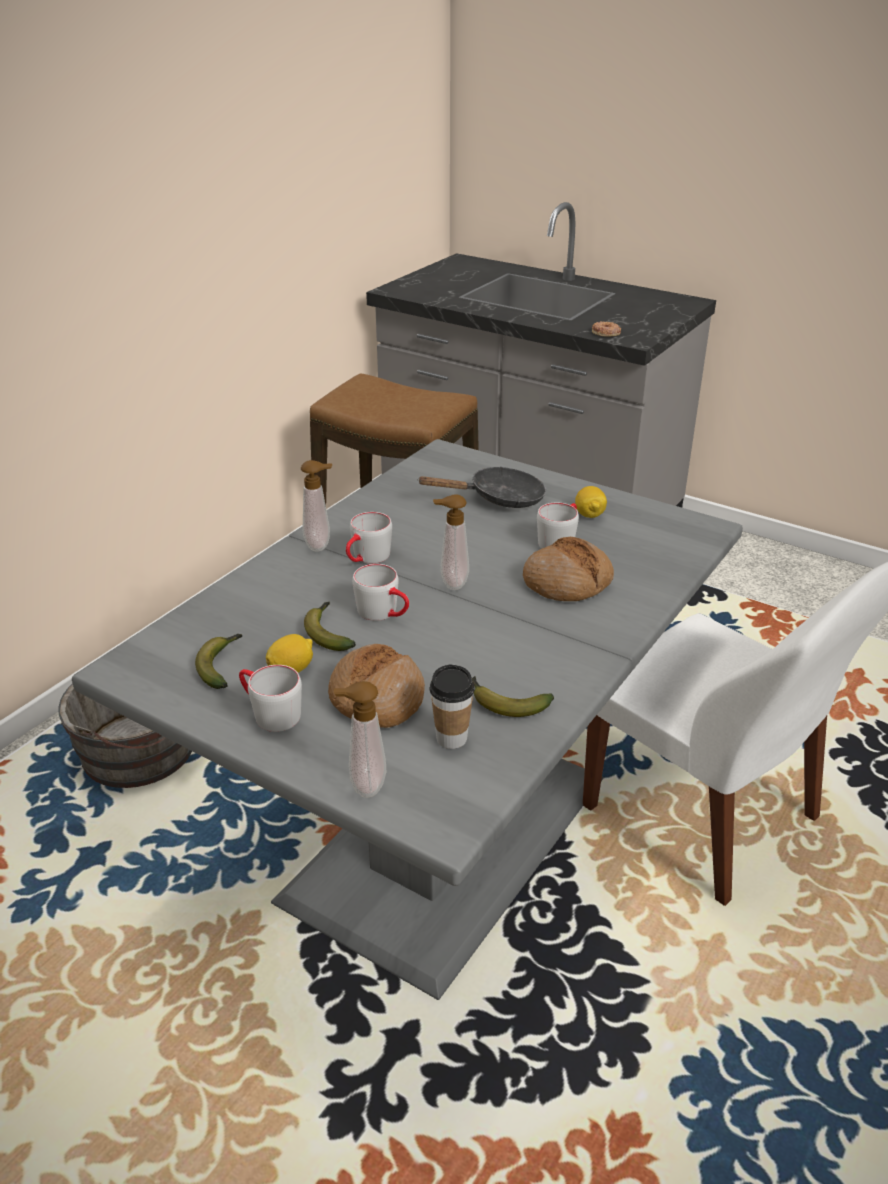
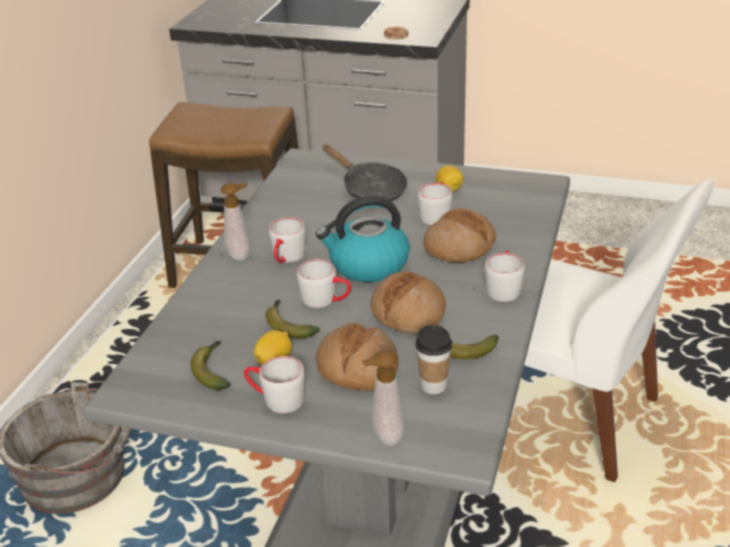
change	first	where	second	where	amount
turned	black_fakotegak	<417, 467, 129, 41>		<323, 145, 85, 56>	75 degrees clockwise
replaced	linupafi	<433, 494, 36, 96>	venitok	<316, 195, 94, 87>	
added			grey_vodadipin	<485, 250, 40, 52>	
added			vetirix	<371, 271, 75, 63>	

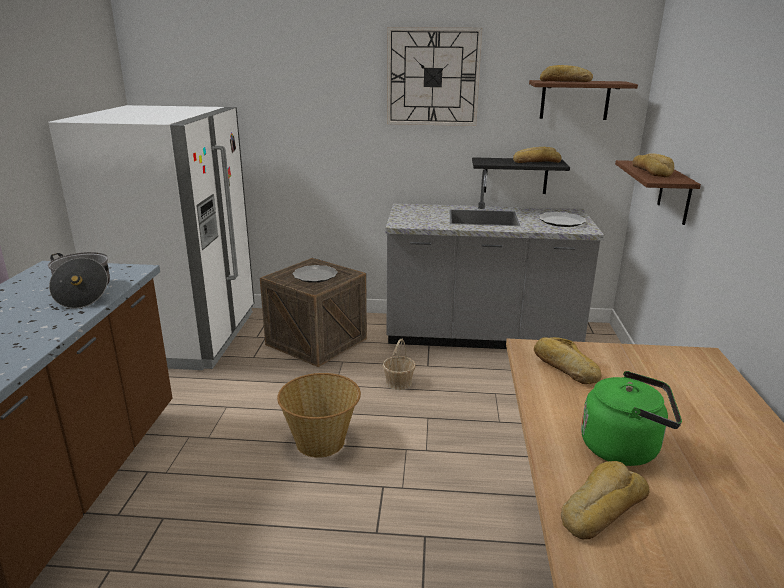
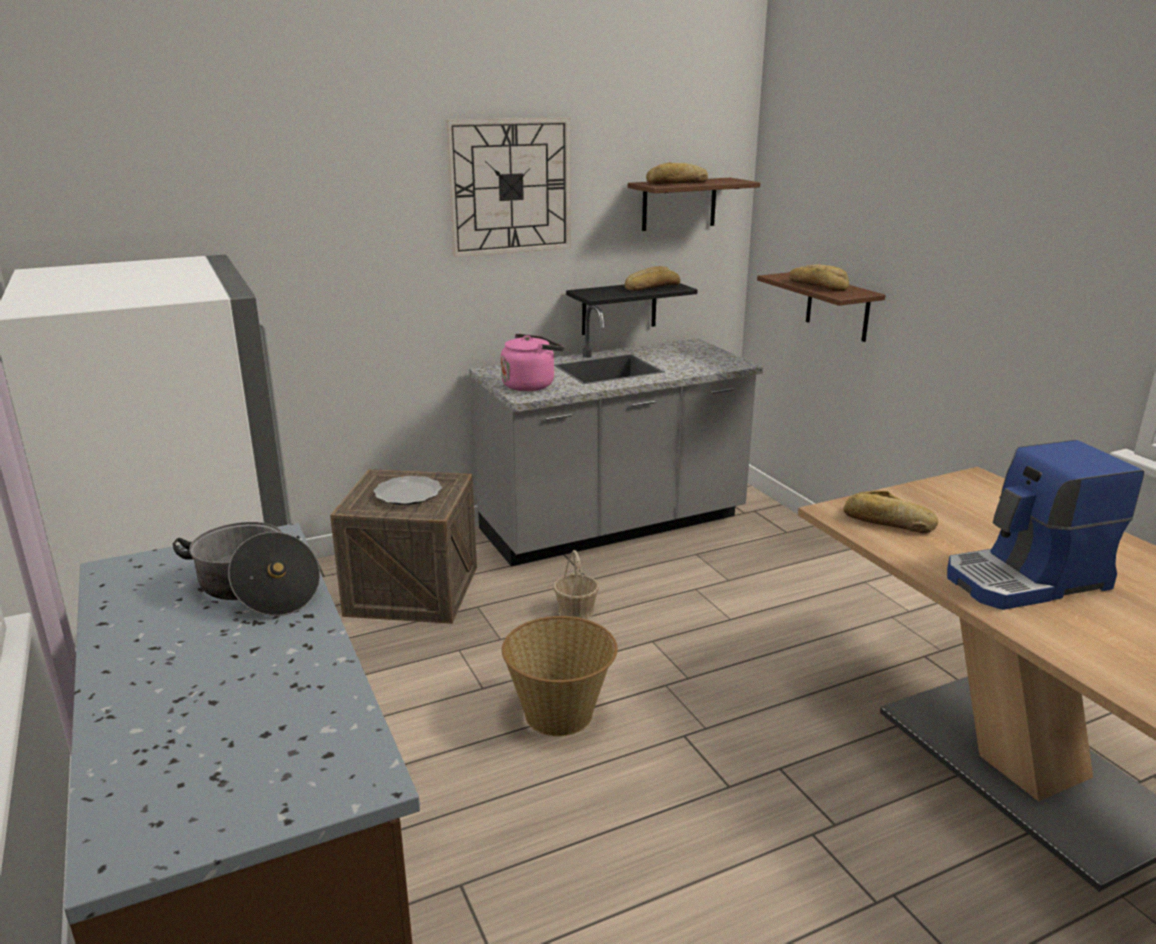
change	first	where	second	where	amount
removed	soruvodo	<539, 212, 47, 15>			
replaced	green_venitok	<581, 371, 101, 95>	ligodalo	<947, 440, 197, 170>	
removed	vetirix	<561, 461, 89, 79>			
added			pink_venitok	<501, 334, 63, 57>	

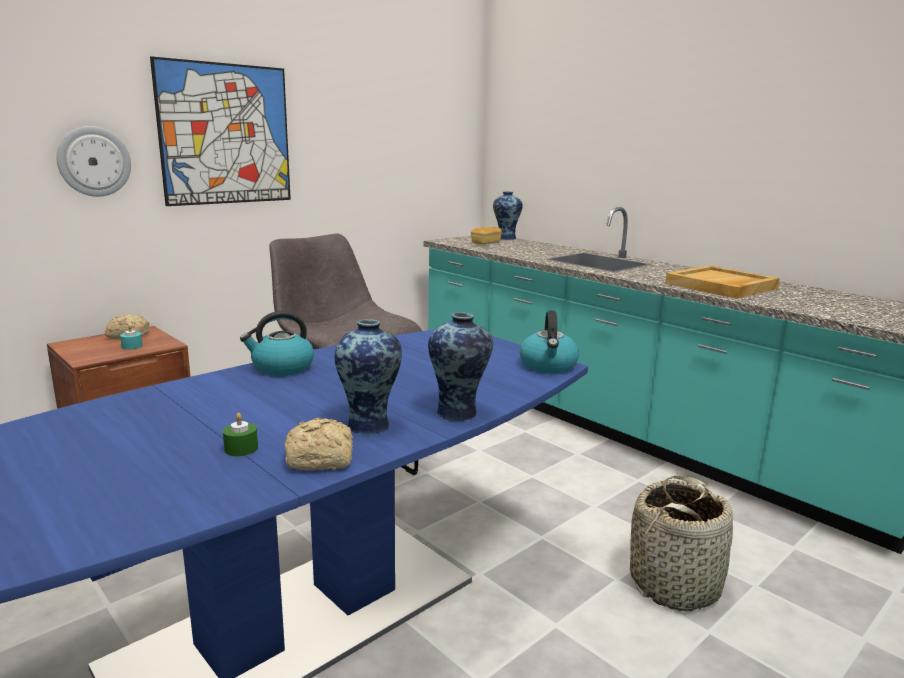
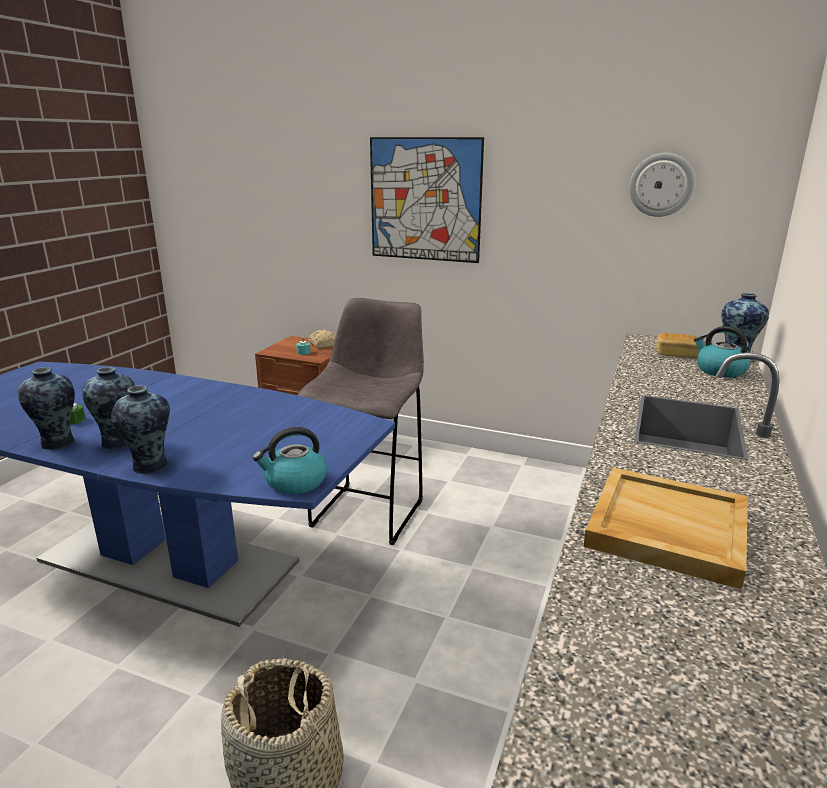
change	first	where	second	where	amount
moved	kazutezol	<57, 126, 74, 71>		<629, 153, 66, 64>	
moved	venitok	<240, 311, 74, 65>		<694, 326, 57, 52>	
replaced	vetirix	<285, 418, 68, 52>	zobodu	<18, 367, 57, 83>	

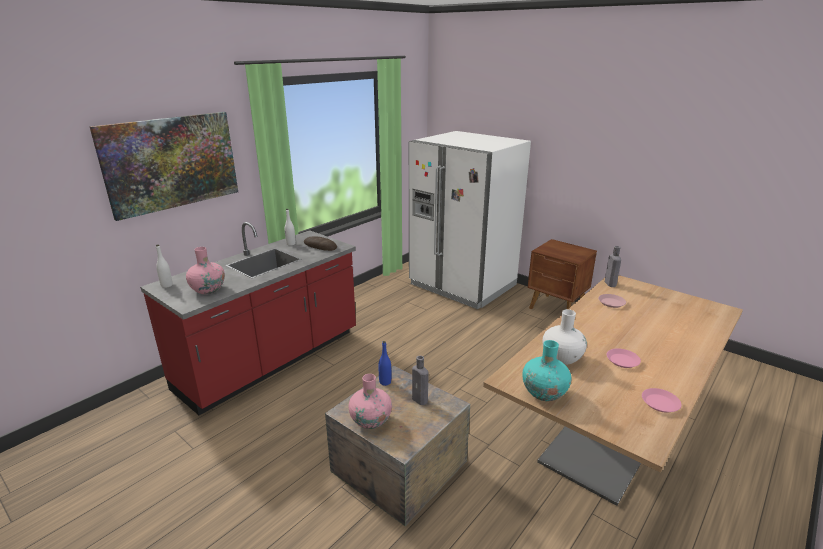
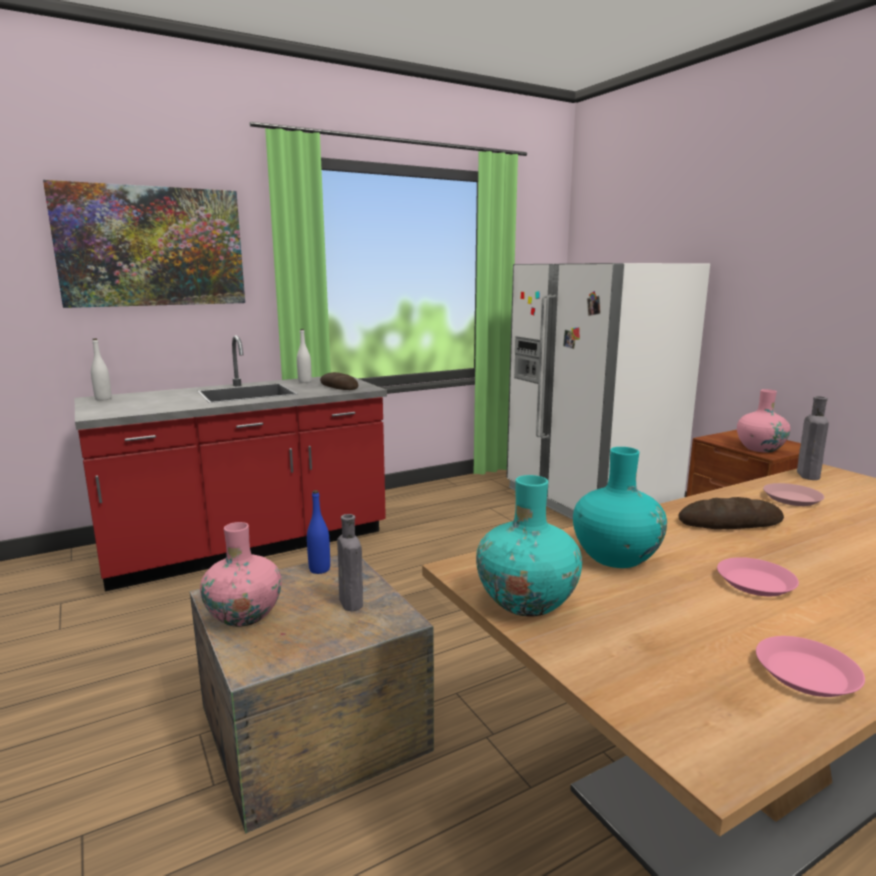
change	first	where	second	where	amount
moved	pink_zobodu	<186, 247, 39, 47>		<737, 389, 54, 63>	
recoloured	white_zobodu	<542, 309, 45, 56>	turquoise_zobodu	<573, 447, 94, 121>	
added			vetirix	<679, 497, 105, 32>	

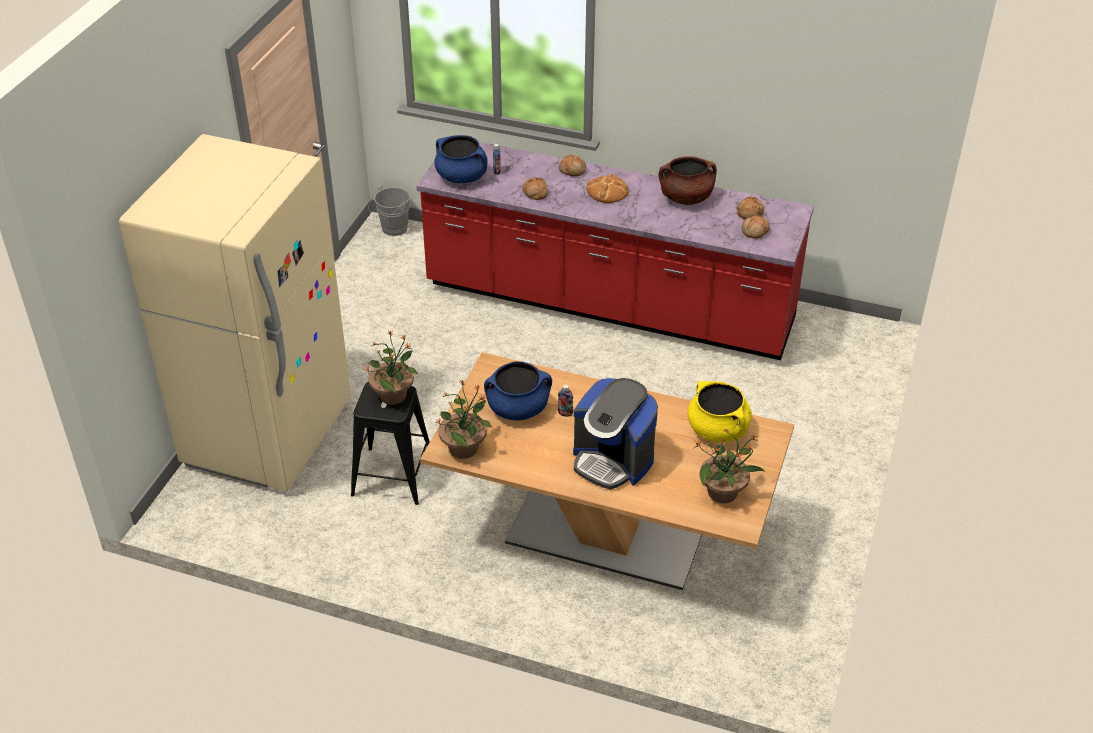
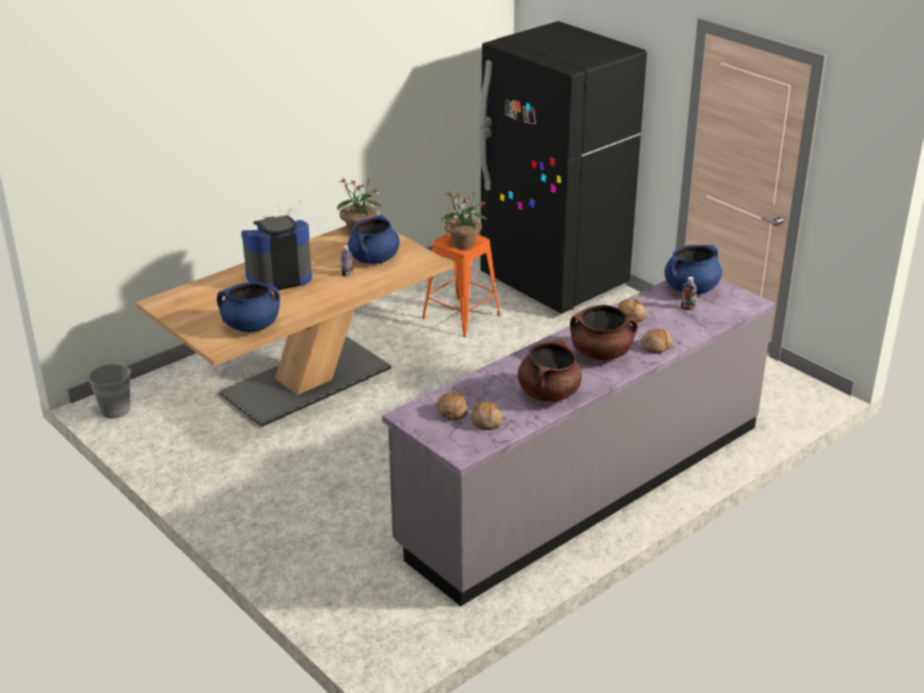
change	first	where	second	where	amount
recoloured	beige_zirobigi	<119, 134, 232, 358>	black_zirobigi	<480, 21, 167, 293>	
recoloured	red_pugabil	<416, 142, 398, 218>	grey_pugabil	<382, 279, 393, 327>	
replaced	vetirix	<586, 174, 43, 29>	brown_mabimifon	<570, 305, 68, 56>	
moved	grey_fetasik	<369, 186, 41, 50>		<86, 363, 46, 56>	
recoloured	yellow_mabimifon	<687, 381, 65, 62>	blue_mabimifon	<217, 282, 63, 50>	
recoloured	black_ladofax	<351, 382, 79, 123>	orange_ladofax	<422, 233, 79, 104>	
removed	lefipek	<694, 428, 71, 75>			

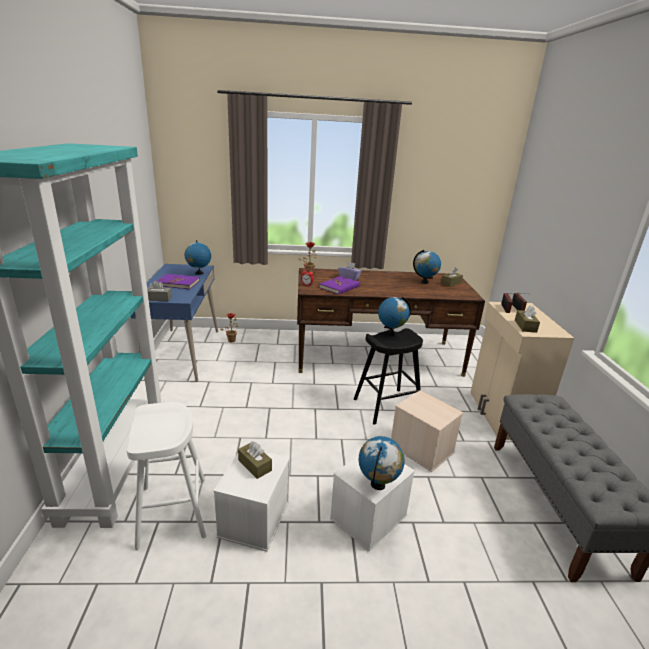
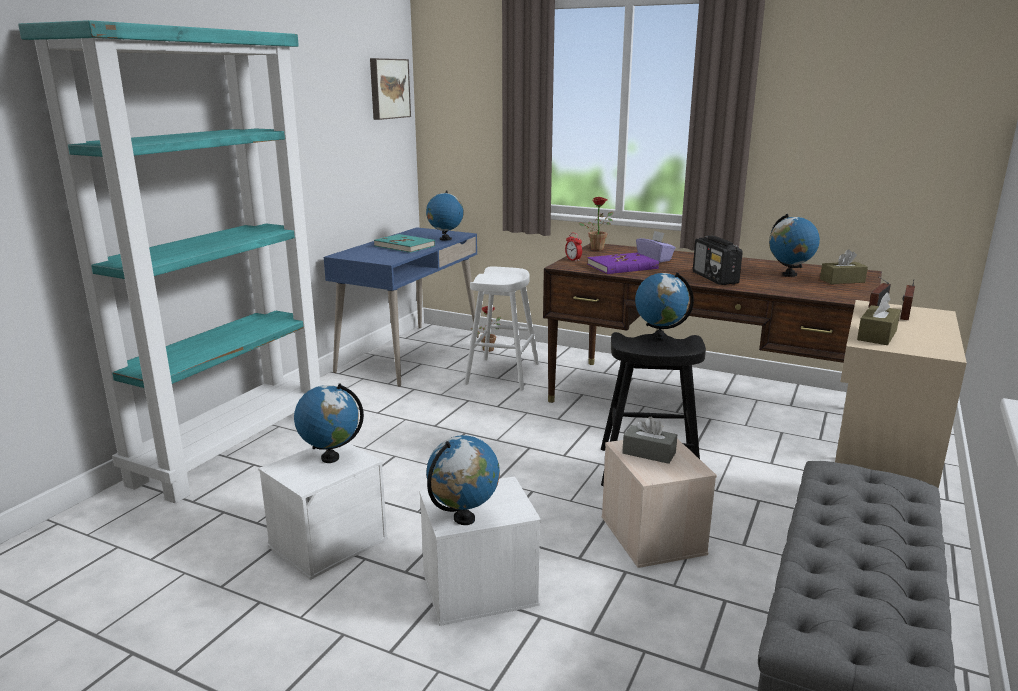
change	first	where	second	where	amount
recoloured	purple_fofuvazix	<157, 274, 43, 15>	turquoise_fofuvazix	<374, 234, 61, 19>	
moved	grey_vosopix	<147, 280, 25, 21>		<622, 417, 55, 47>	
moved	white_ladofax	<126, 402, 80, 148>		<464, 267, 75, 123>	
replaced	brown_vosopix	<238, 441, 34, 38>	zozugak	<294, 383, 70, 80>	
added			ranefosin	<370, 58, 41, 62>	
added			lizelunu	<693, 235, 50, 50>	

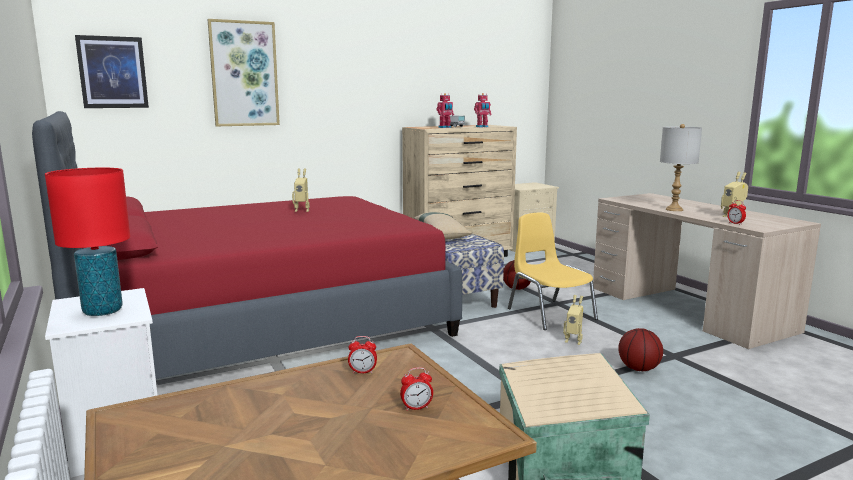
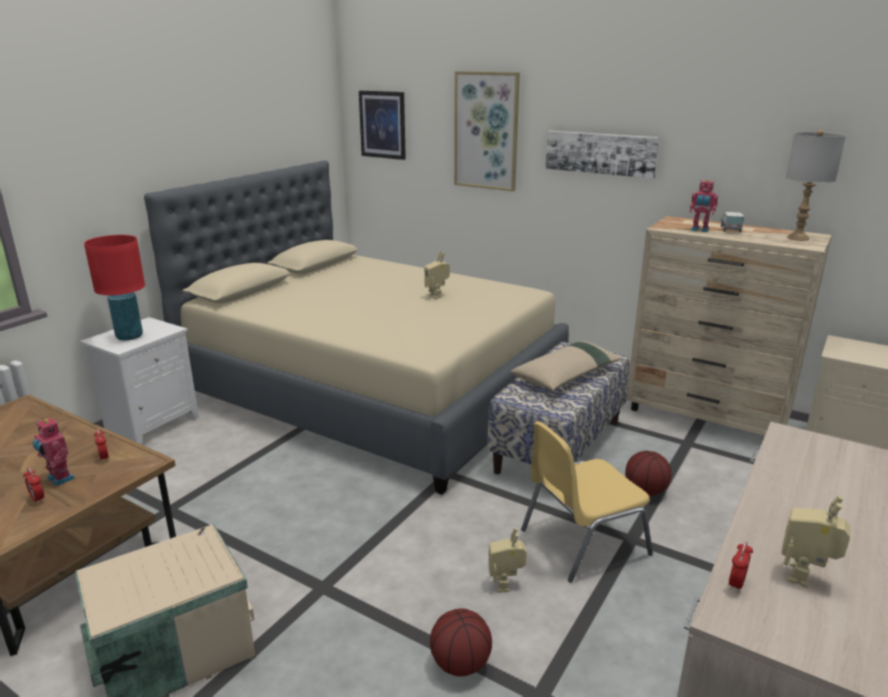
change	first	where	second	where	amount
moved	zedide	<474, 93, 17, 34>		<33, 417, 42, 69>	
recoloured	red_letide	<32, 111, 430, 268>	beige_letide	<144, 161, 425, 334>	
moved	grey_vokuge	<660, 124, 42, 87>		<786, 130, 60, 111>	
turned	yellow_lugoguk	<508, 213, 90, 117>		<521, 421, 132, 162>	150 degrees counterclockwise
added			ranefosin	<546, 131, 114, 48>	

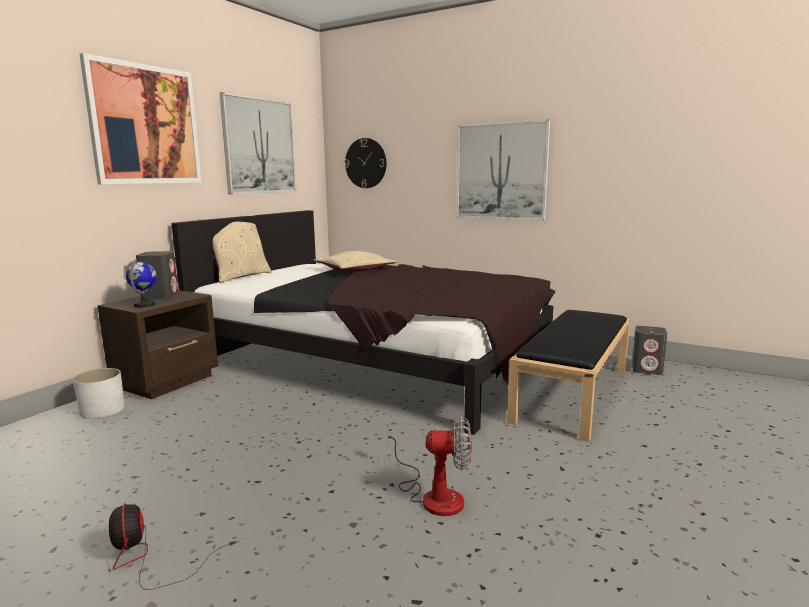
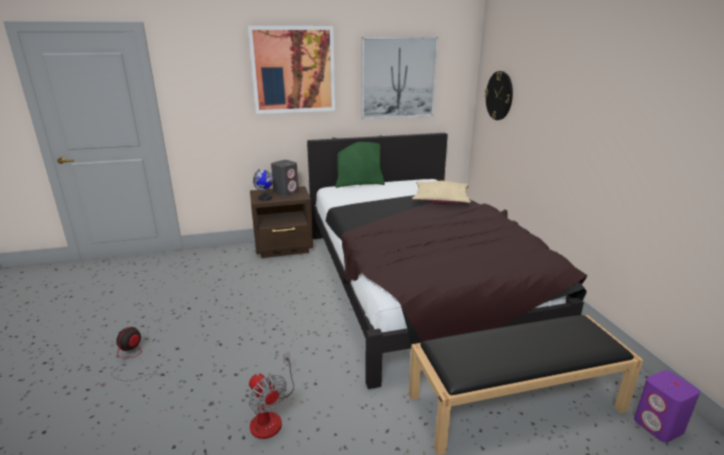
change	first	where	second	where	amount
removed	ranefosin	<456, 119, 94, 102>			
recoloured	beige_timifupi	<200, 214, 72, 69>	green_timifupi	<332, 135, 53, 53>	
recoloured	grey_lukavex	<632, 326, 35, 49>	purple_lukavex	<634, 370, 66, 73>	
removed	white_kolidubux	<73, 368, 52, 51>			

